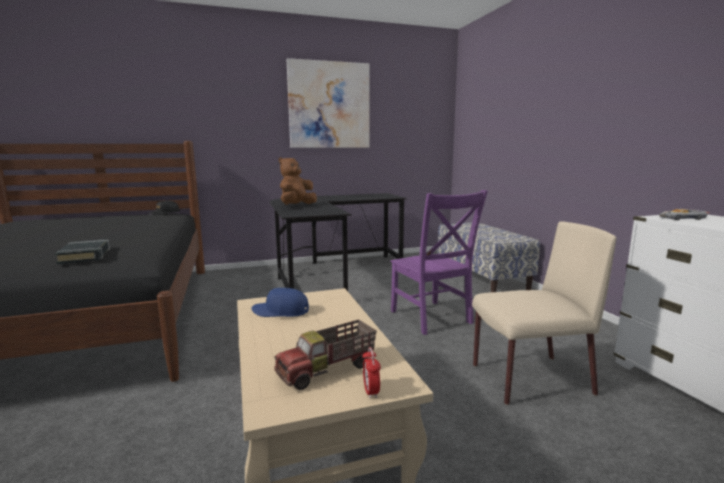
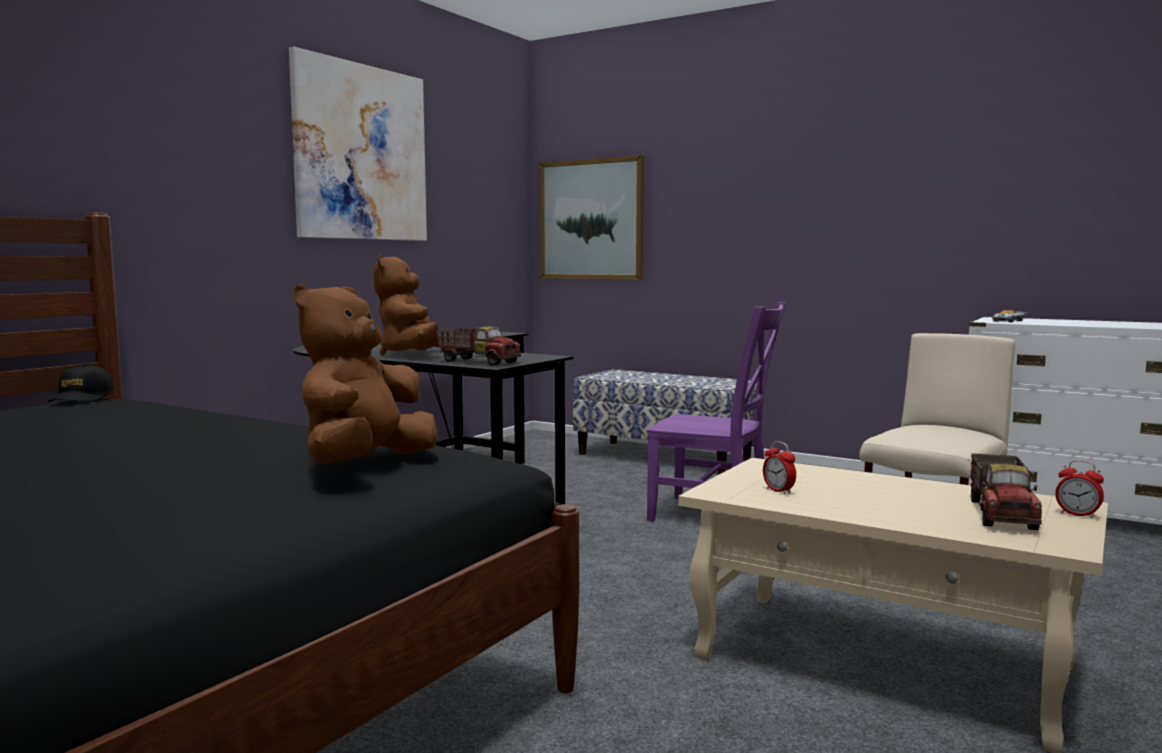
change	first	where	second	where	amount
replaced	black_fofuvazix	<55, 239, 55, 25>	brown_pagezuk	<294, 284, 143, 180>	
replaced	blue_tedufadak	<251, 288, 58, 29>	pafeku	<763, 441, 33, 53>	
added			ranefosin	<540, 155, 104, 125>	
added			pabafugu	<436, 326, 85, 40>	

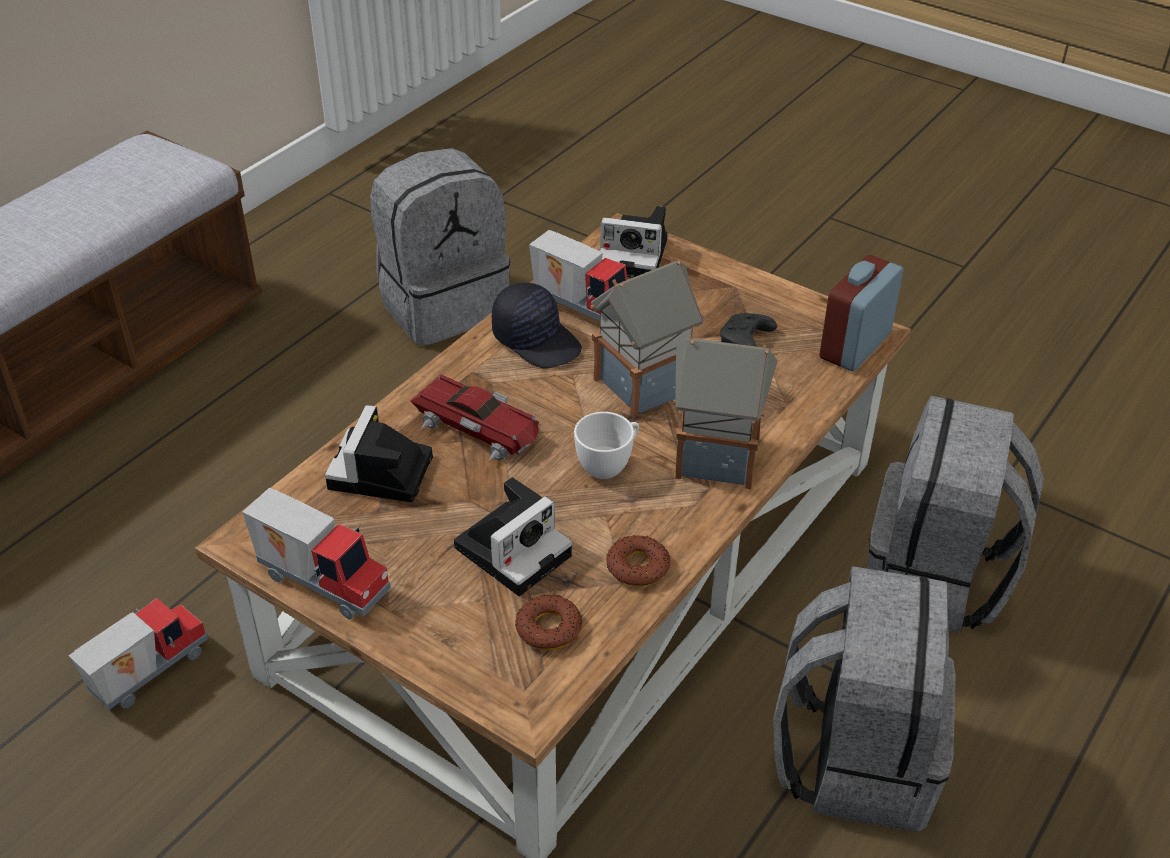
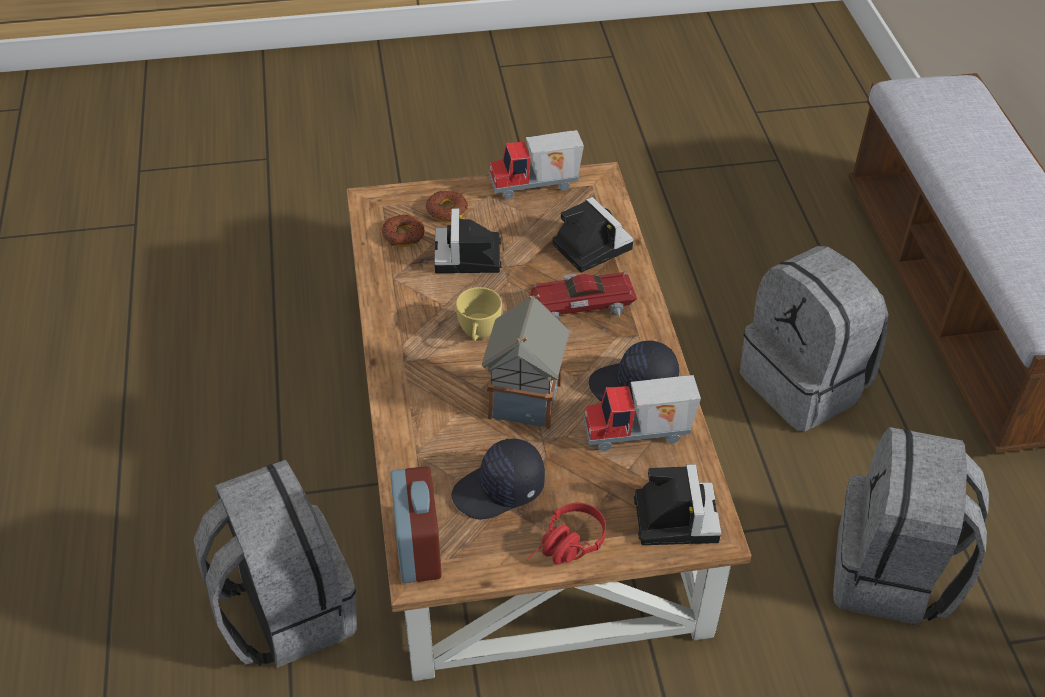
change	first	where	second	where	amount
turned	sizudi	<600, 206, 68, 72>		<634, 464, 87, 81>	120 degrees clockwise
replaced	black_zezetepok	<720, 313, 57, 34>	black_tedufadak	<451, 438, 94, 81>	
removed	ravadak	<673, 335, 104, 154>			
recoloured	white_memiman	<574, 412, 65, 67>	yellow_memiman	<456, 287, 46, 54>	
moved	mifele	<606, 535, 65, 52>		<426, 190, 42, 31>	
moved	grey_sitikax	<773, 566, 183, 266>		<739, 246, 149, 186>	
removed	pabafugu	<68, 598, 141, 112>			
added			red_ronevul	<526, 503, 80, 62>	

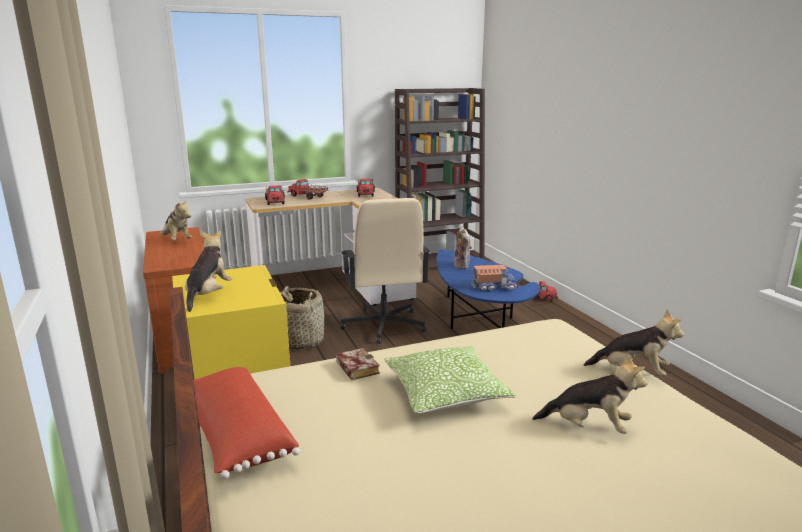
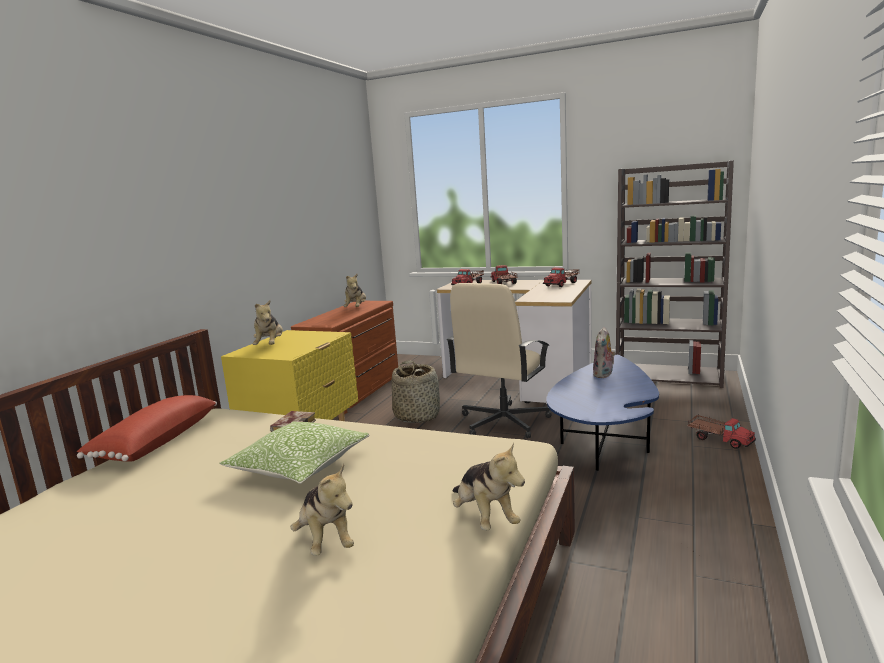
change	first	where	second	where	amount
turned	pagezuk	<185, 231, 47, 81>		<253, 300, 30, 45>	120 degrees clockwise
removed	pabafugu	<471, 265, 47, 25>			

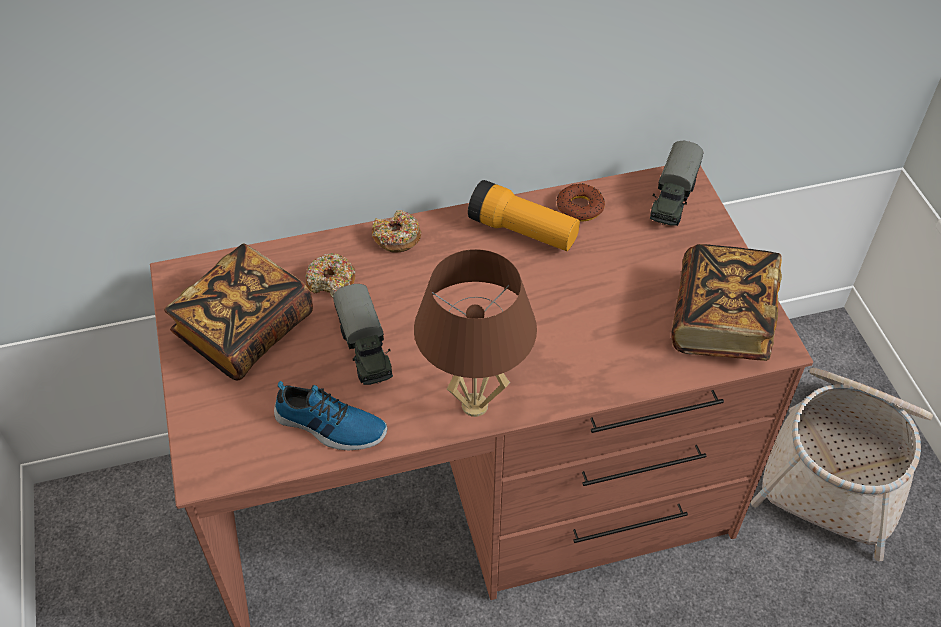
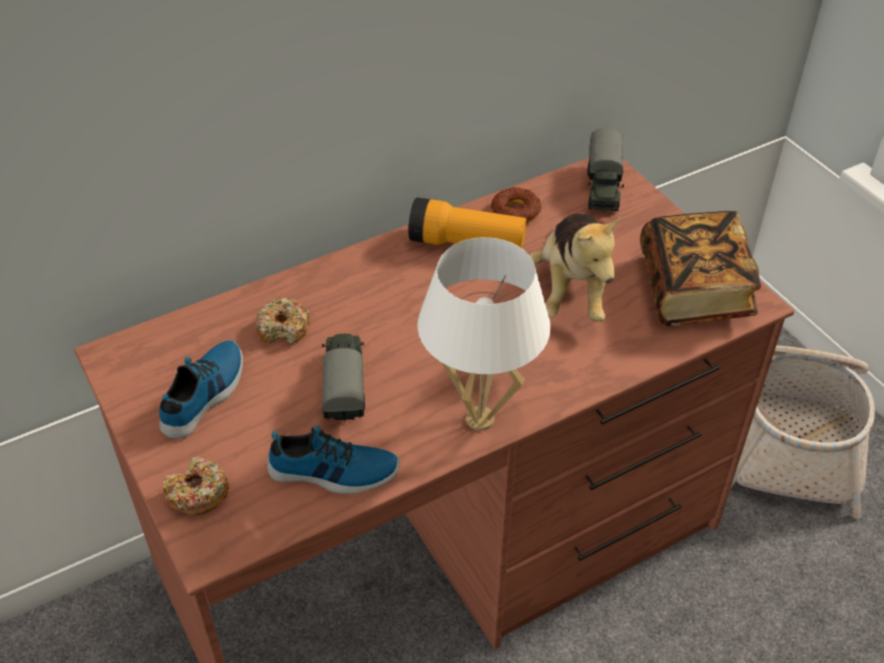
change	first	where	second	where	amount
moved	mifele	<372, 210, 49, 43>		<163, 456, 66, 59>	
replaced	fofuvazix	<164, 244, 149, 137>	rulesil	<159, 340, 84, 99>	
recoloured	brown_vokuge	<414, 249, 123, 168>	white_vokuge	<417, 237, 134, 194>	
turned	pabafugu	<333, 284, 60, 101>		<322, 334, 43, 87>	150 degrees counterclockwise
added			pagezuk	<529, 213, 91, 109>	

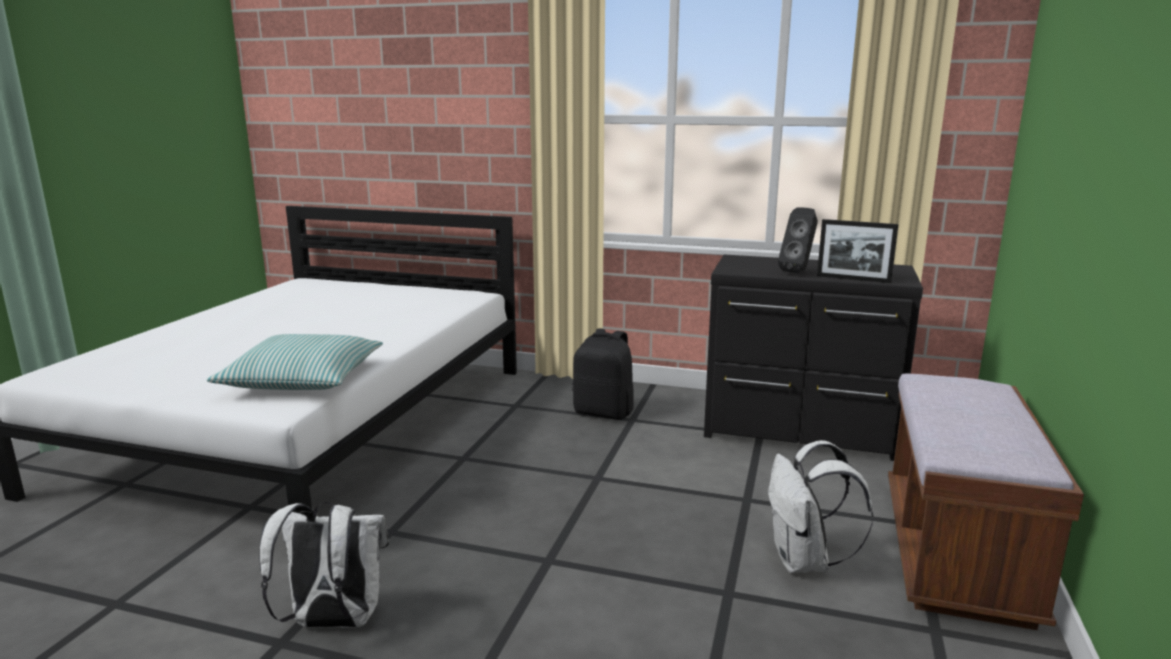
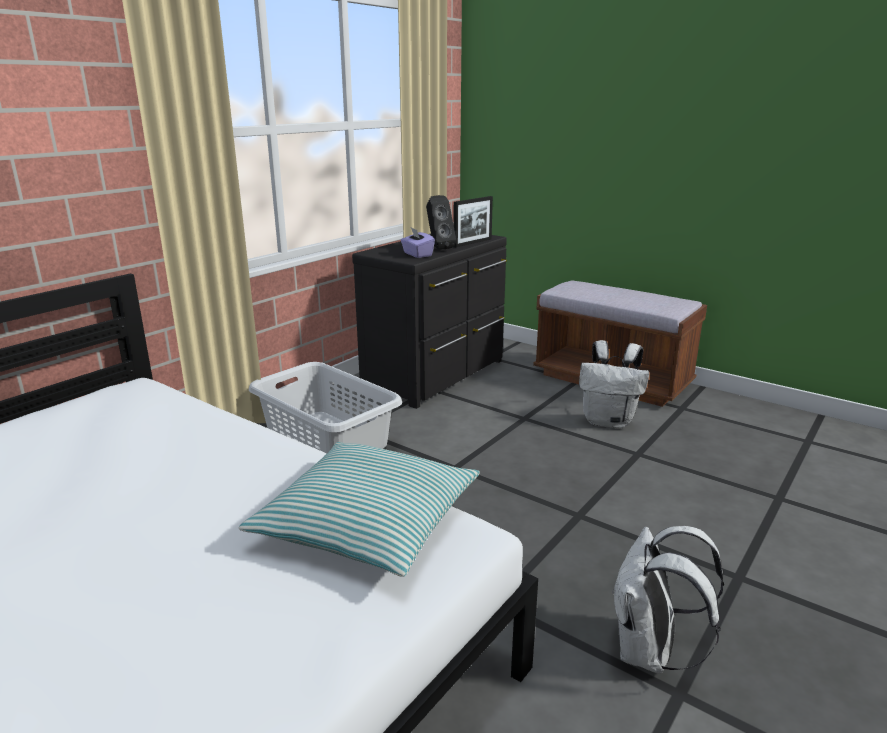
change	first	where	second	where	amount
replaced	black_sitikax	<572, 329, 62, 91>	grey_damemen	<249, 362, 153, 91>	
added			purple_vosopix	<401, 228, 34, 30>	

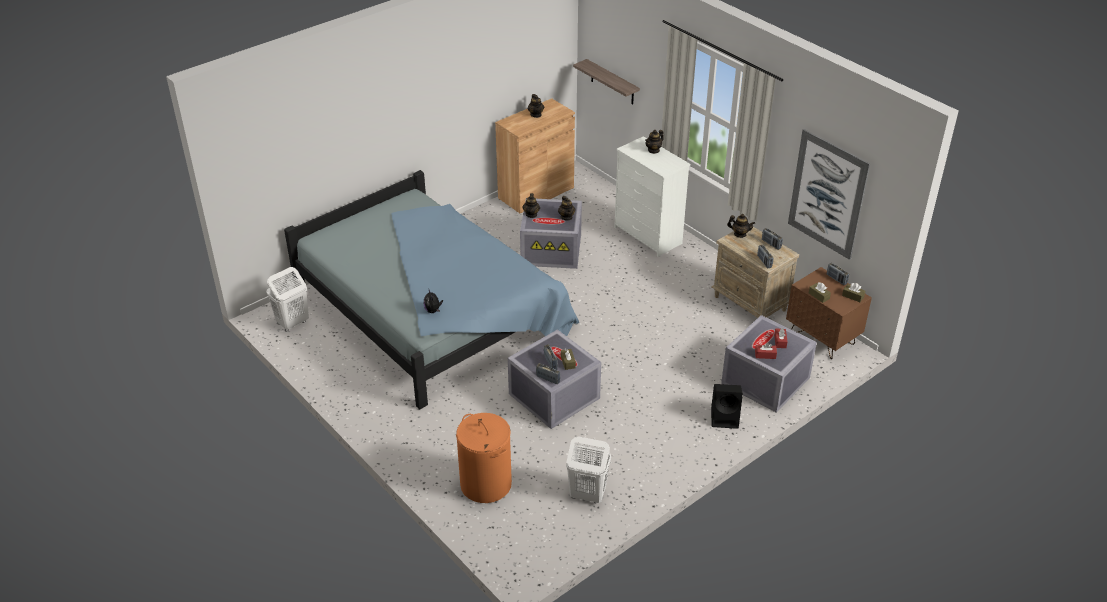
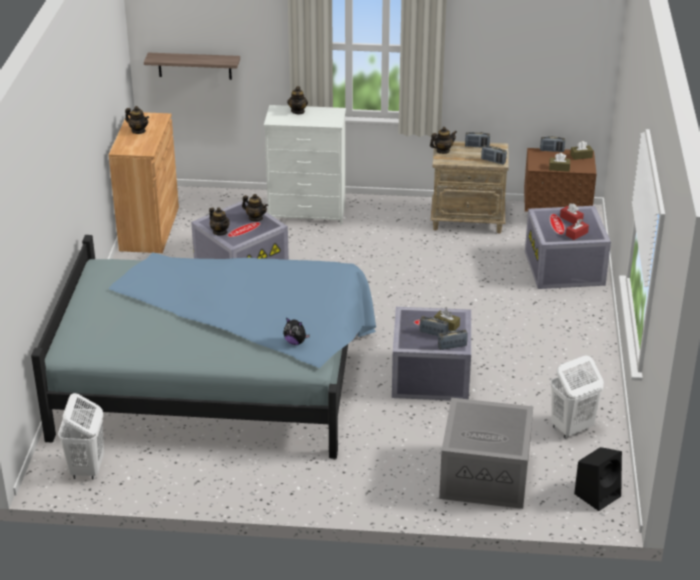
change	first	where	second	where	amount
removed	ranefosin	<788, 129, 82, 131>			
moved	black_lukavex	<711, 384, 32, 45>		<574, 447, 48, 64>	
replaced	orange_damemen	<456, 413, 56, 90>	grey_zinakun	<439, 398, 95, 111>	

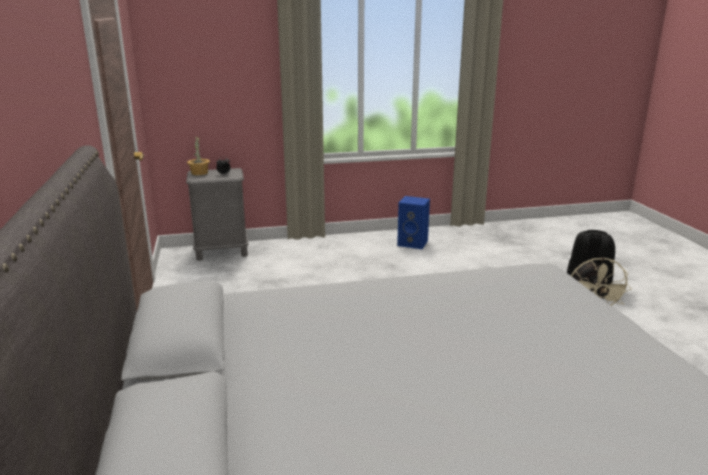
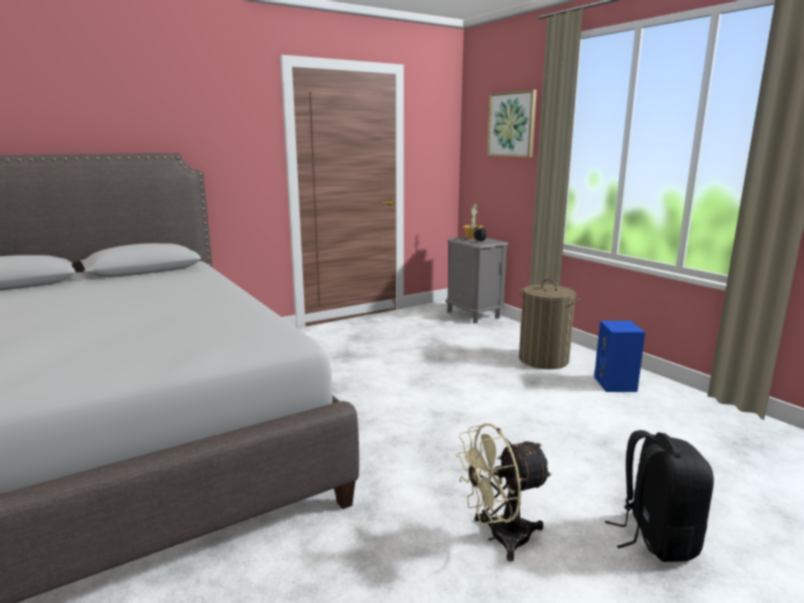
change	first	where	second	where	amount
added			ranefosin	<487, 90, 50, 68>	
added			damemen	<519, 279, 62, 90>	

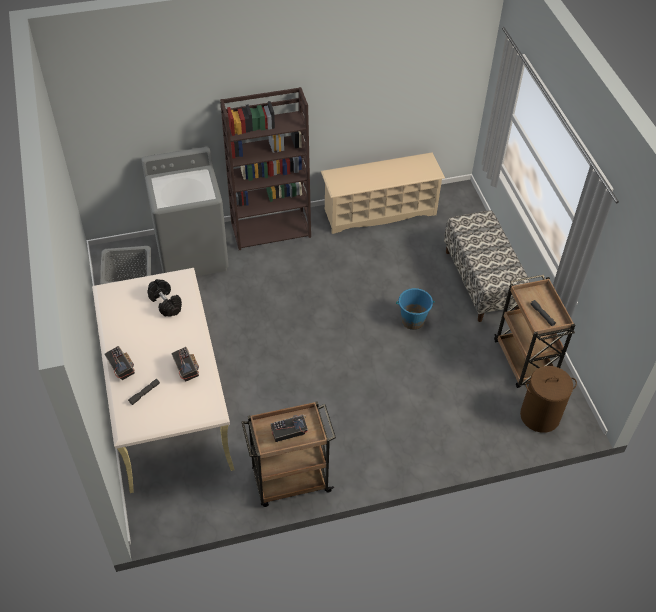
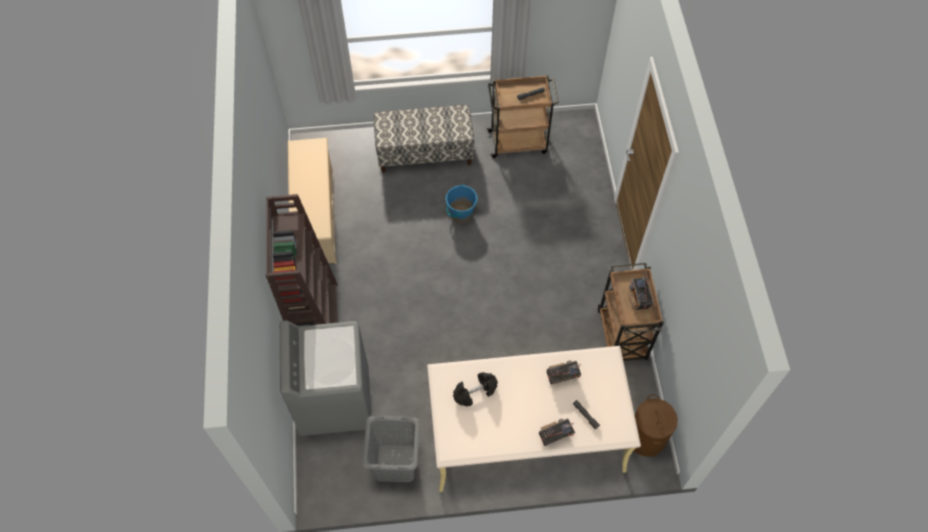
change	first	where	second	where	amount
moved	brown_damemen	<520, 366, 57, 67>		<633, 394, 45, 63>	

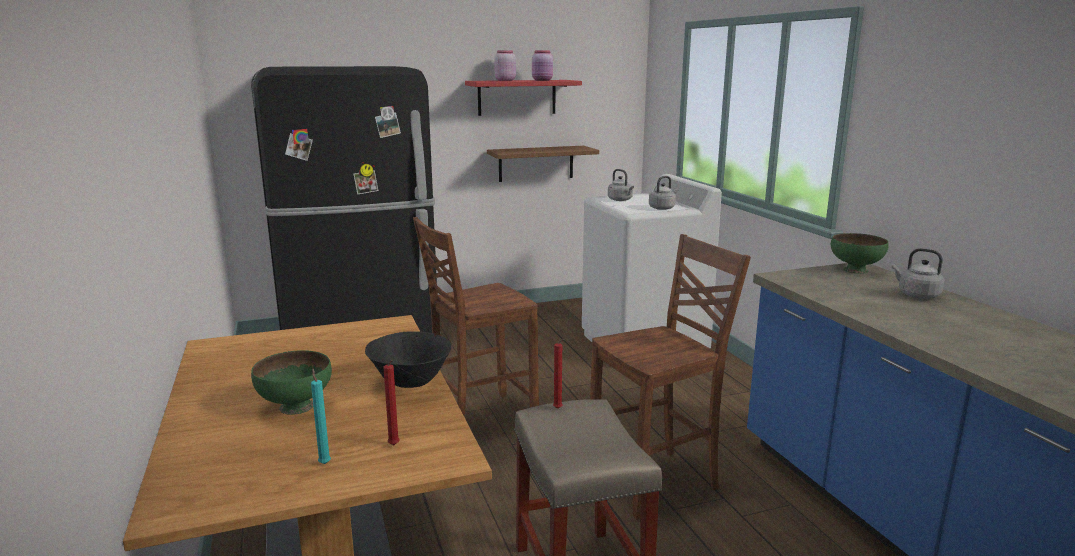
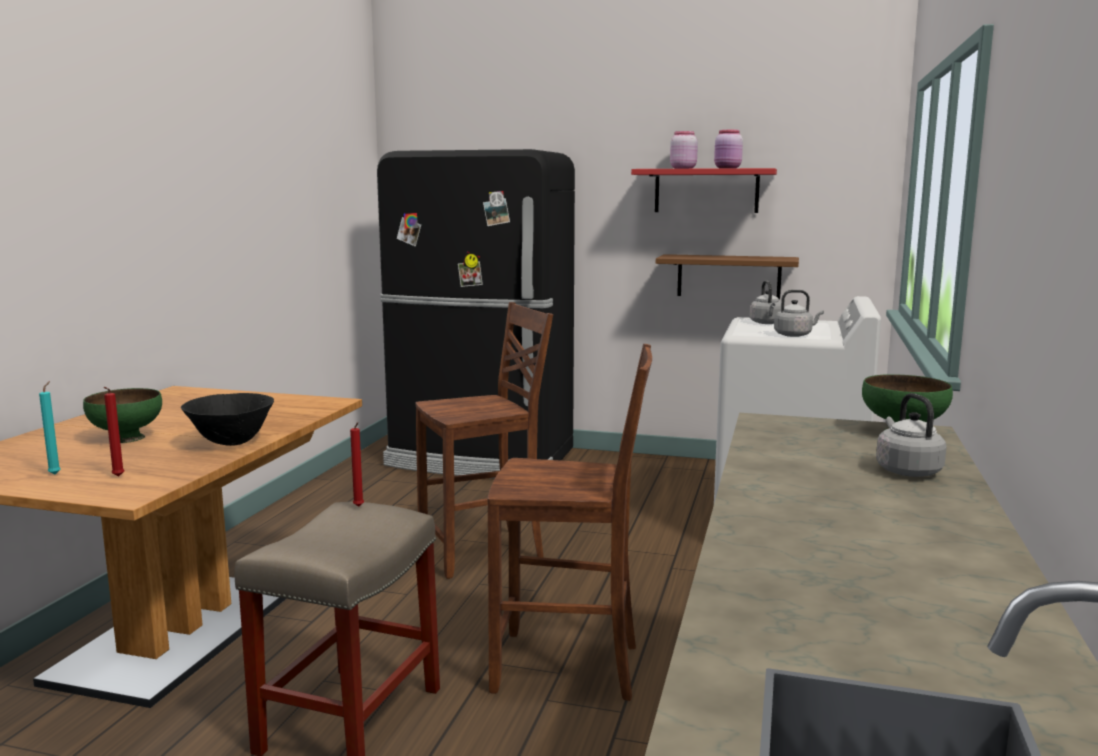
change	first	where	second	where	amount
turned	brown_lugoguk	<413, 217, 126, 200>		<416, 302, 137, 277>	150 degrees clockwise

